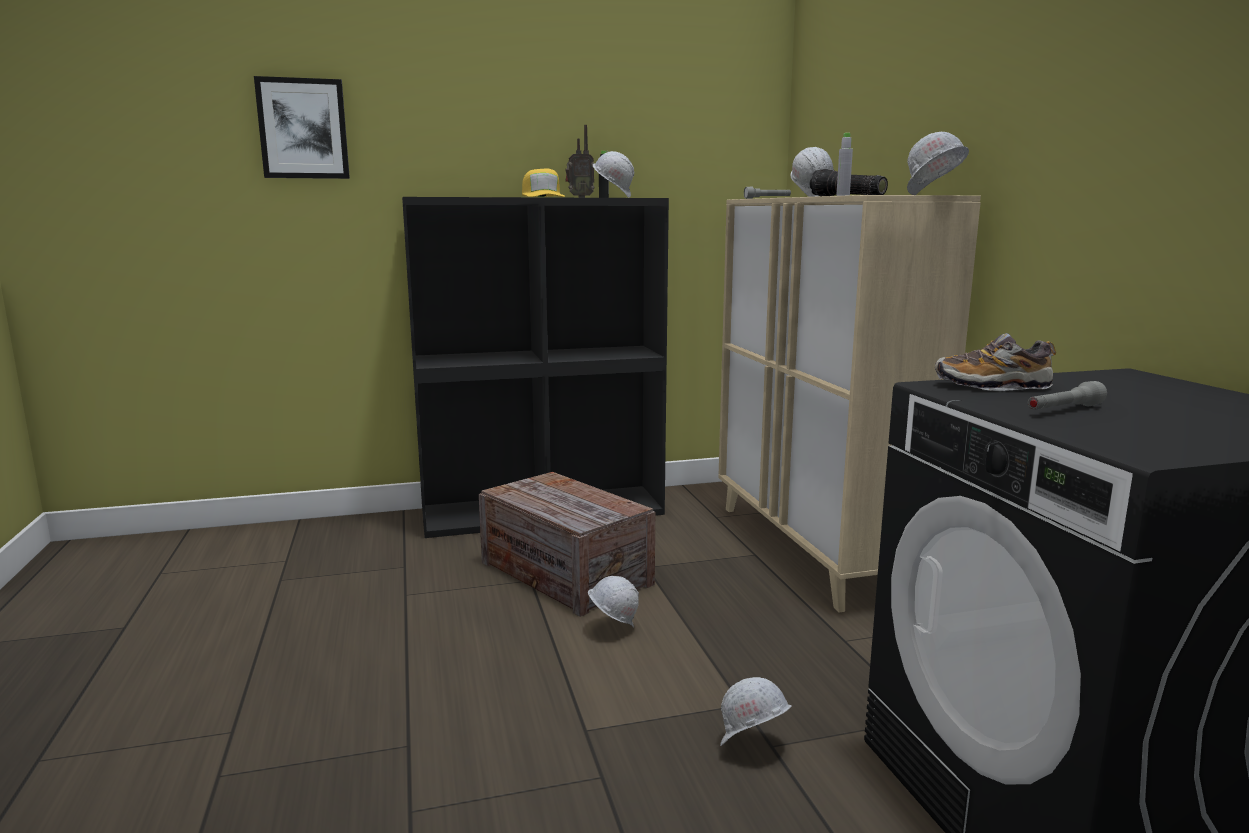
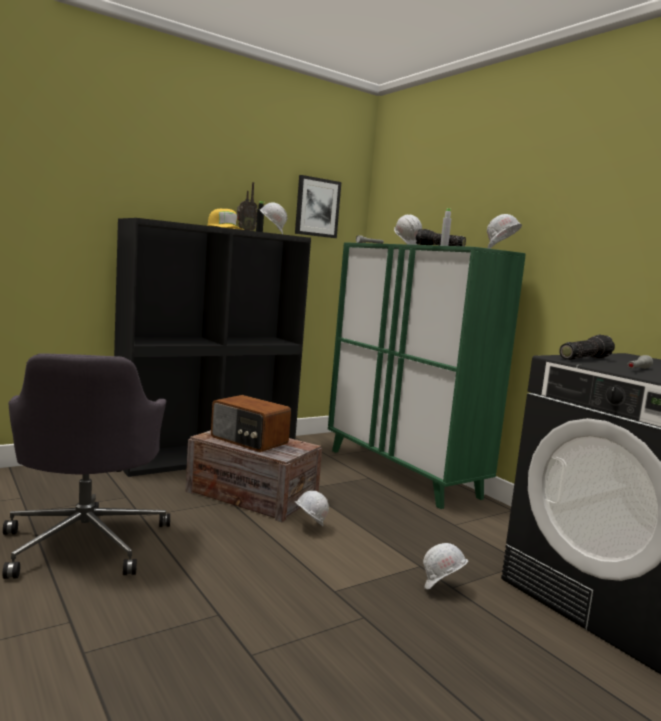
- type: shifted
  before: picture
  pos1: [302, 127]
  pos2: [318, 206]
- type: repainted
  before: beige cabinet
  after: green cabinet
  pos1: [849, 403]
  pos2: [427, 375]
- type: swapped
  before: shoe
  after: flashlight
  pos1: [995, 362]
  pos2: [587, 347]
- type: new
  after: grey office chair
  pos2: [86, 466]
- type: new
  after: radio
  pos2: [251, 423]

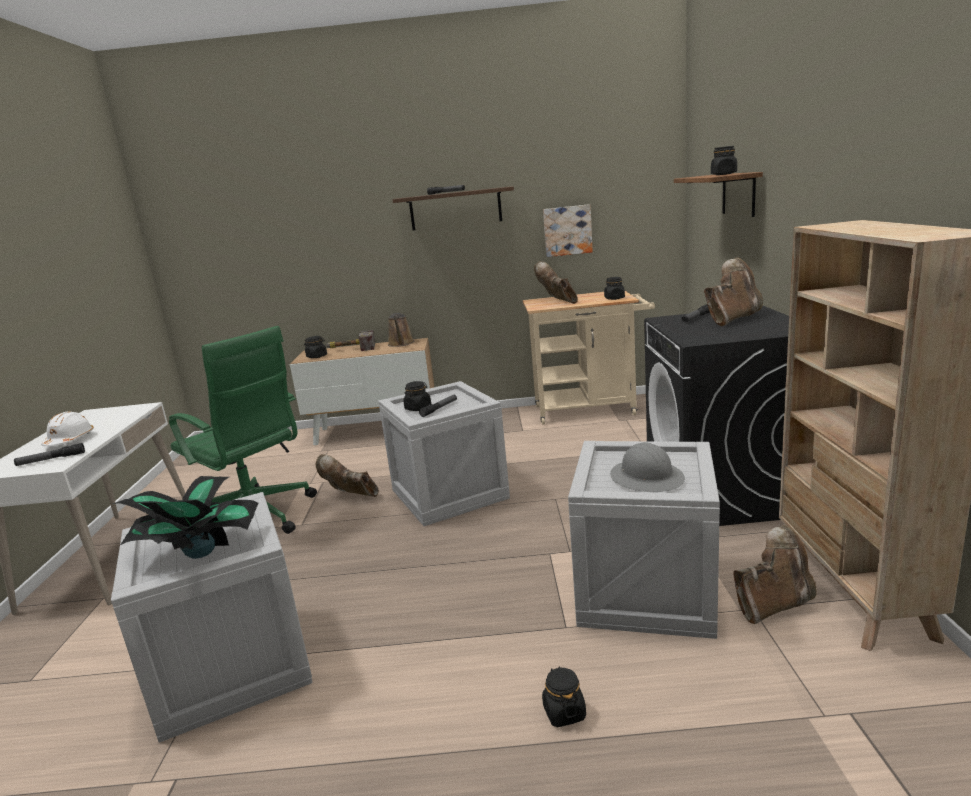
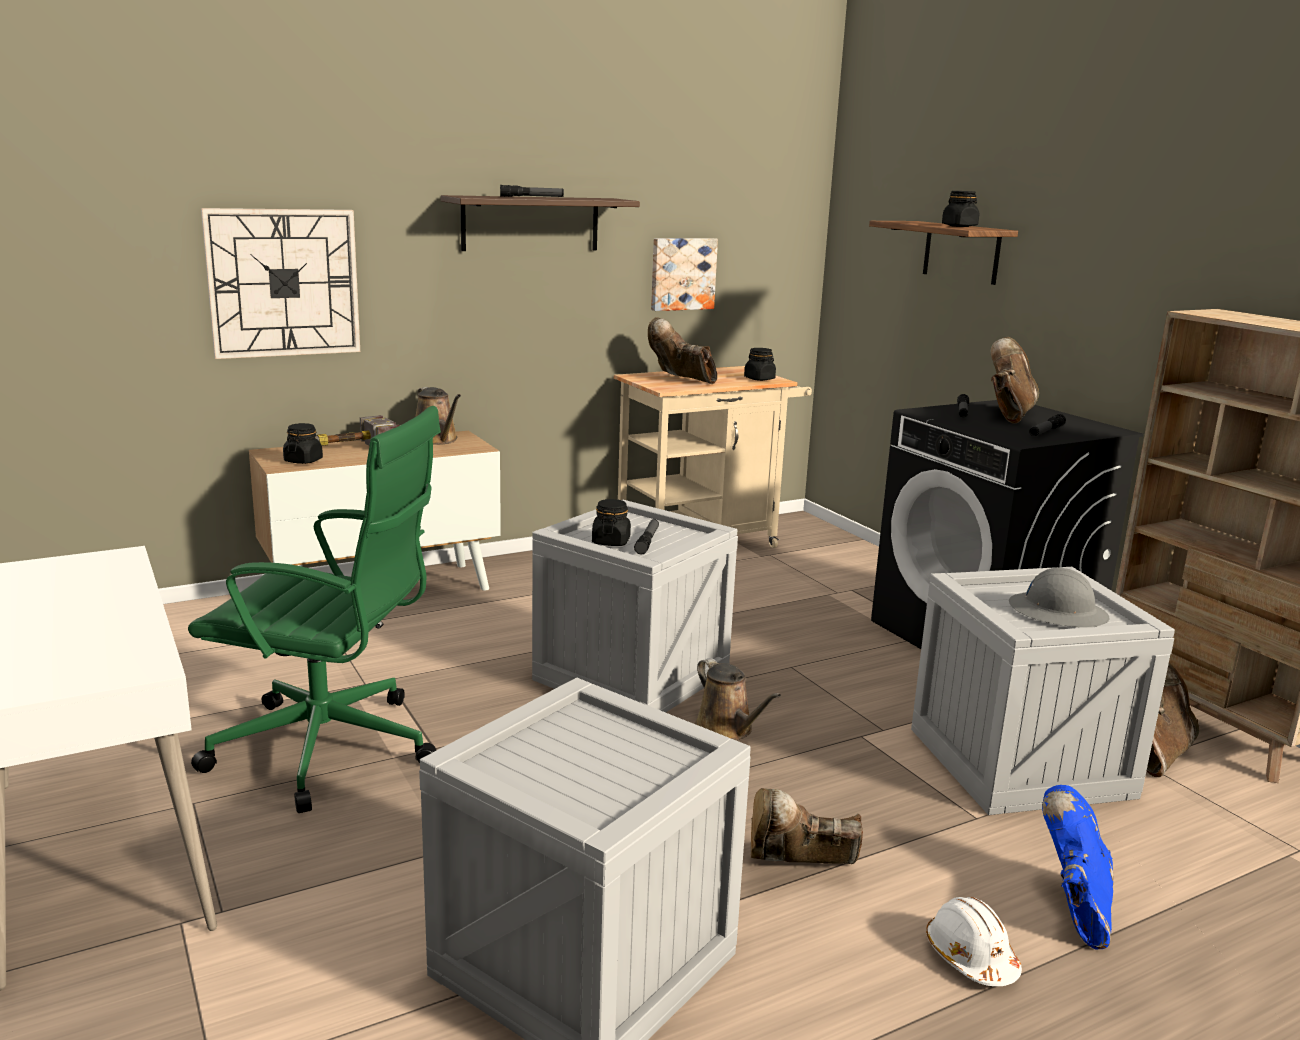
- type: shifted
  before: white hard hat
  pos1: [67, 428]
  pos2: [974, 941]
- type: shifted
  before: flashlight
  pos1: [49, 454]
  pos2: [1047, 425]
- type: shifted
  before: brown boot
  pos1: [347, 475]
  pos2: [806, 826]
- type: gone
  before: potted plant
  pos1: [185, 517]
- type: swapped
  before: black jar
  after: blue boot
  pos1: [564, 696]
  pos2: [1078, 867]
- type: new
  after: wall clock
  pos2: [280, 283]
- type: new
  after: brown watering can
  pos2: [738, 699]

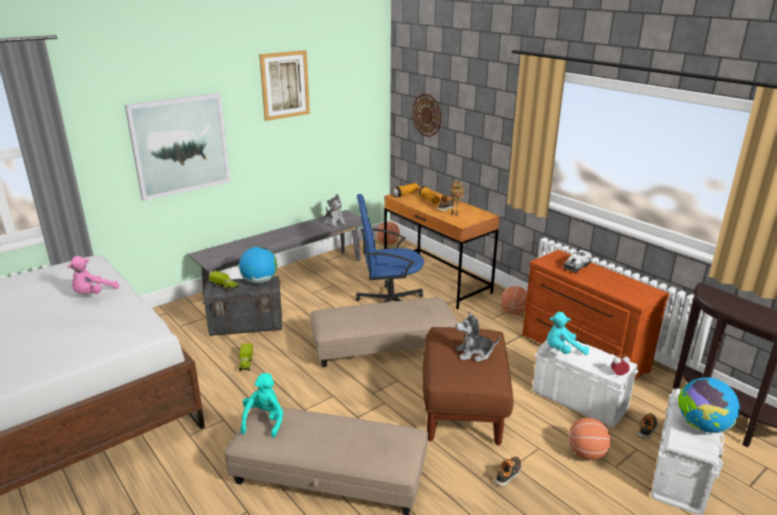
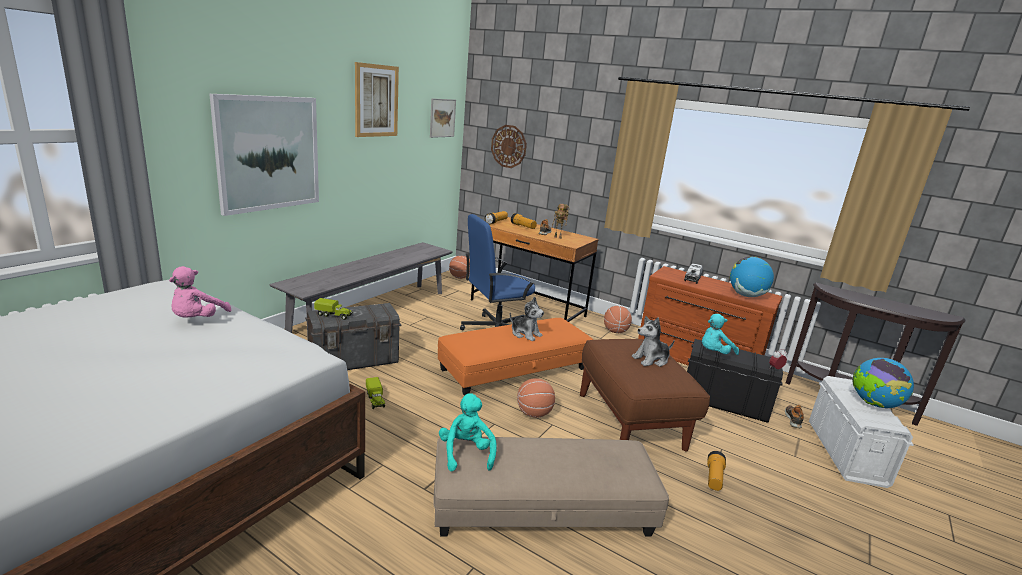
- type: shifted
  before: plush toy
  pos1: [335, 210]
  pos2: [527, 319]
- type: shifted
  before: globe
  pos1: [258, 264]
  pos2: [752, 276]
- type: repainted
  before: beige ottoman
  after: orange ottoman
  pos1: [384, 332]
  pos2: [516, 357]
- type: repainted
  before: white storage box
  after: black storage box
  pos1: [585, 384]
  pos2: [735, 381]
- type: shifted
  before: basketball
  pos1: [589, 439]
  pos2: [536, 398]
- type: swapped
  before: shoe
  after: flashlight
  pos1: [507, 471]
  pos2: [716, 471]
- type: new
  after: picture
  pos2: [443, 118]

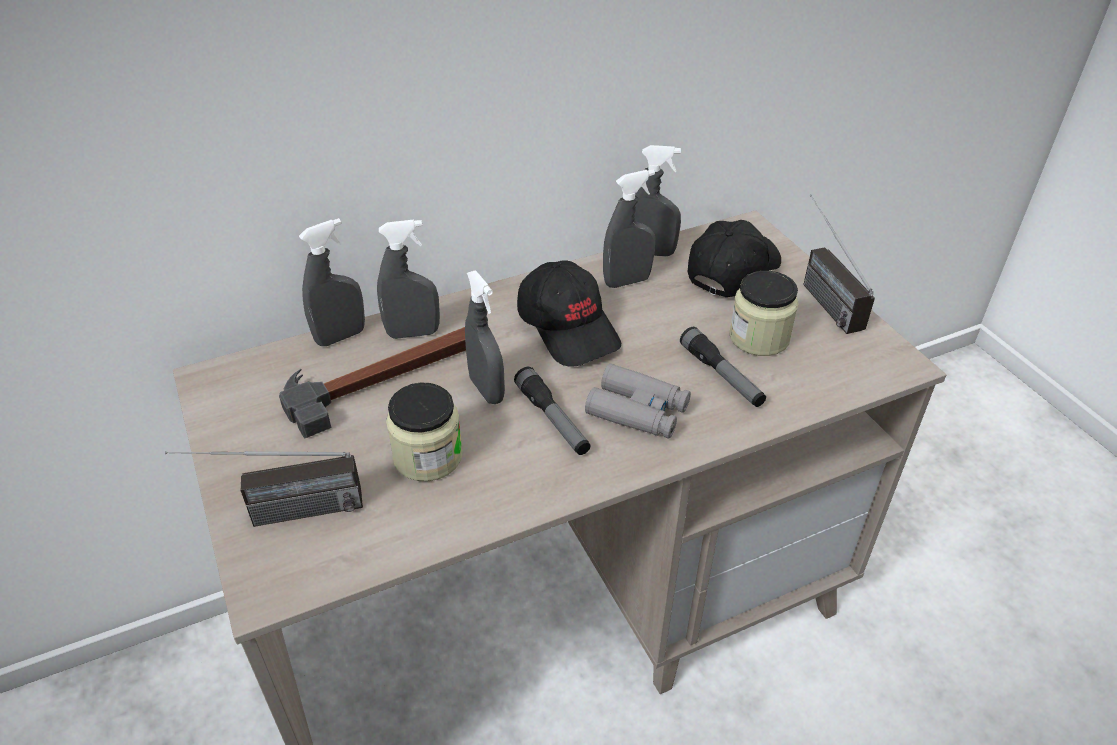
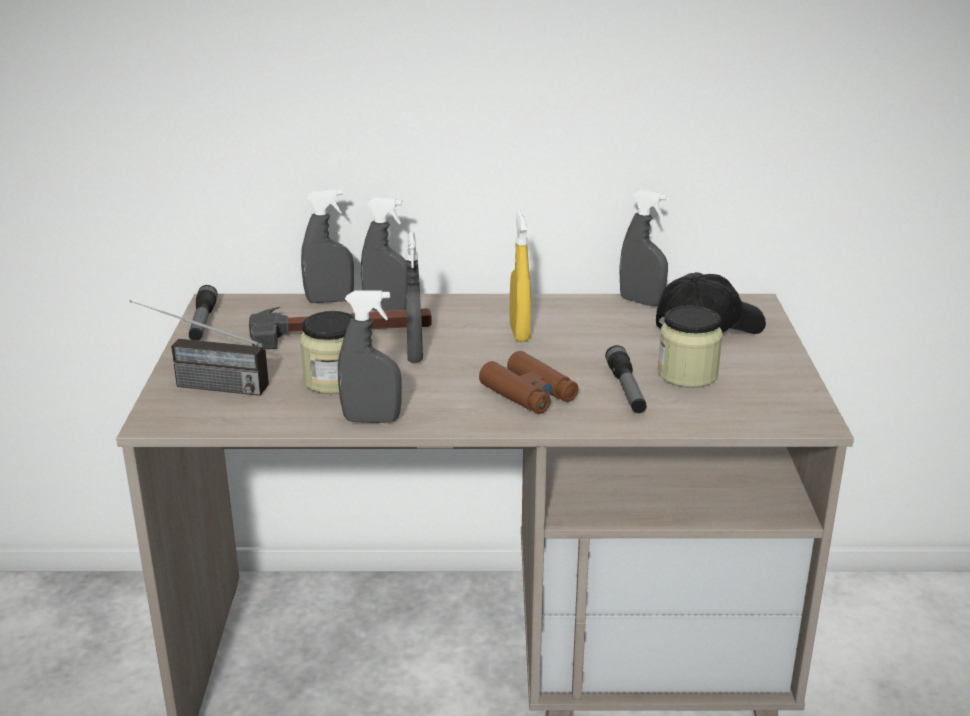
- type: shifted
  before: grey spray bottle
  pos1: [629, 228]
  pos2: [370, 356]
- type: gone
  before: radio
  pos1: [839, 264]
- type: swapped
  before: black cap
  after: yellow spray bottle
  pos1: [569, 313]
  pos2: [520, 276]
- type: repainted
  before: grey binoculars
  after: brown binoculars
  pos1: [638, 401]
  pos2: [528, 382]
- type: shifted
  before: flashlight
  pos1: [552, 411]
  pos2: [203, 313]

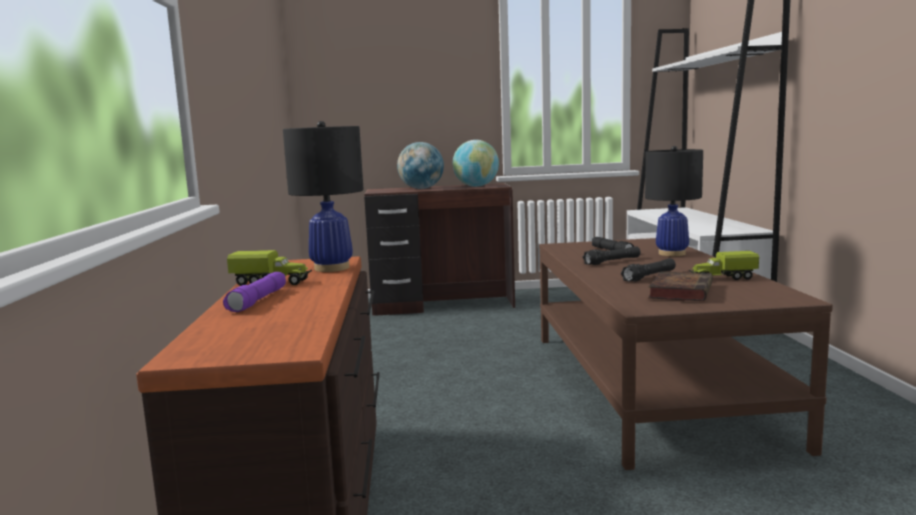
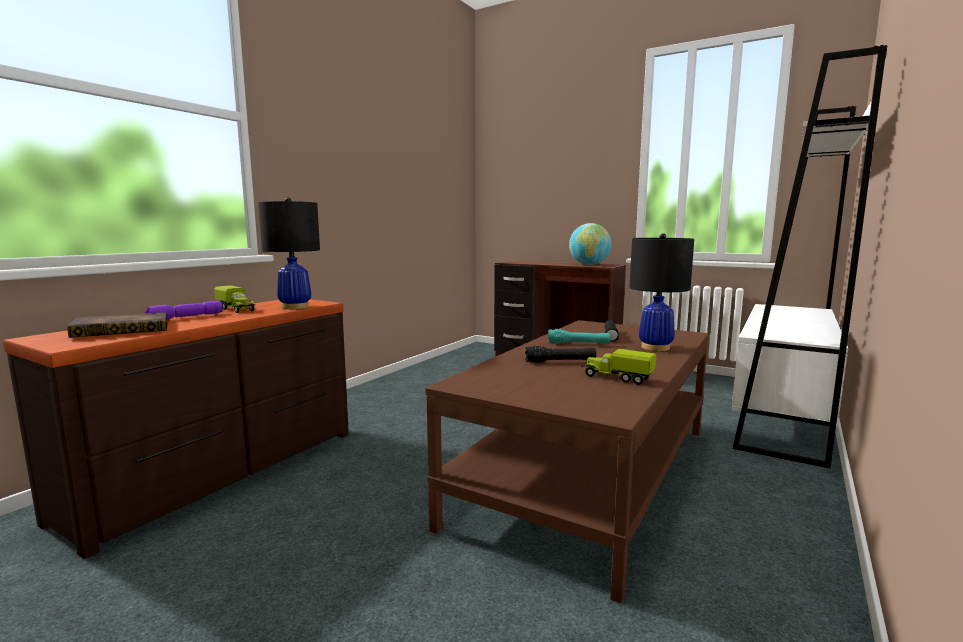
- type: gone
  before: globe
  pos1: [420, 165]
- type: repainted
  before: black flashlight
  after: turquoise flashlight
  pos1: [611, 255]
  pos2: [579, 336]
- type: shifted
  before: book
  pos1: [680, 286]
  pos2: [117, 325]

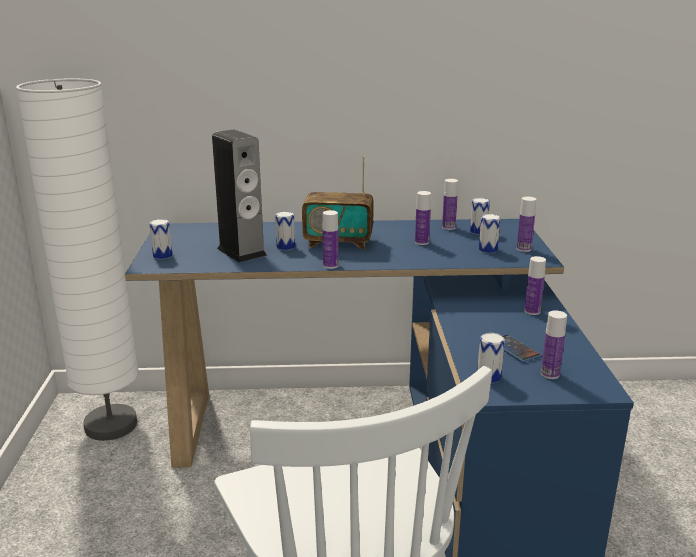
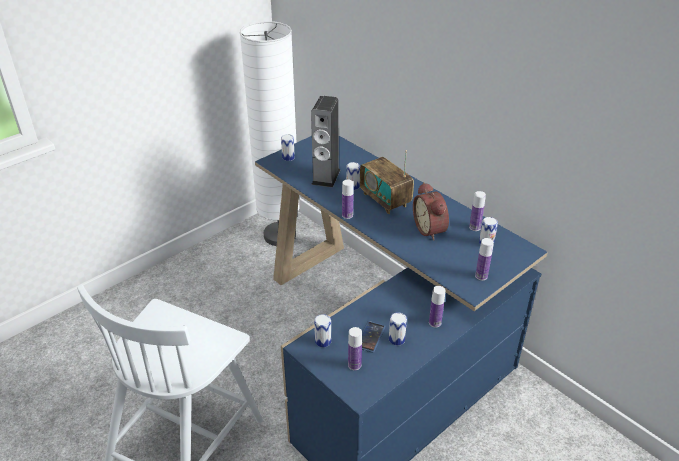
- type: swapped
  before: bottle
  after: alarm clock
  pos1: [423, 218]
  pos2: [431, 211]
- type: shifted
  before: can
  pos1: [489, 233]
  pos2: [398, 329]

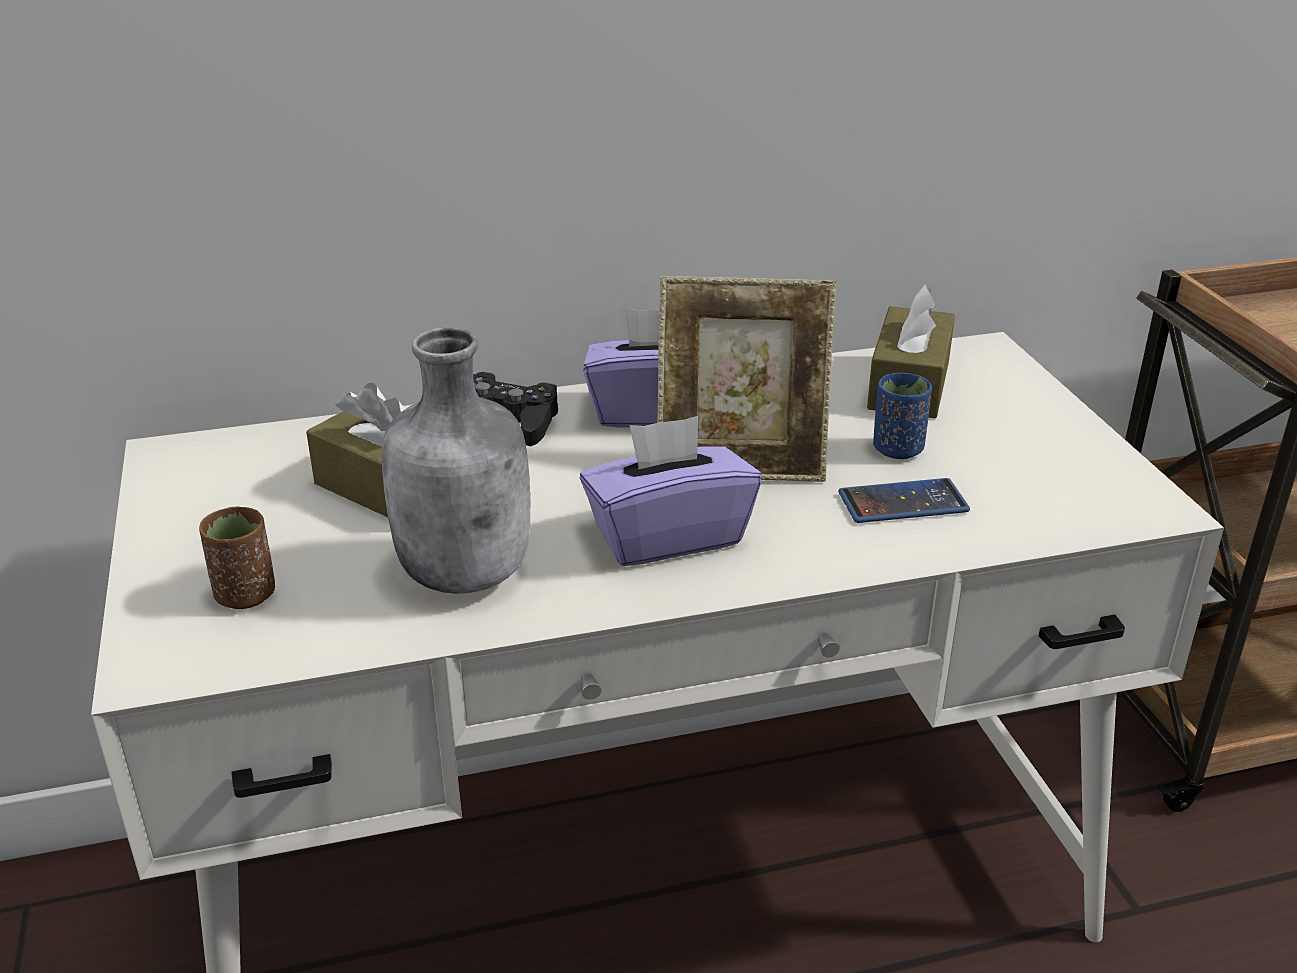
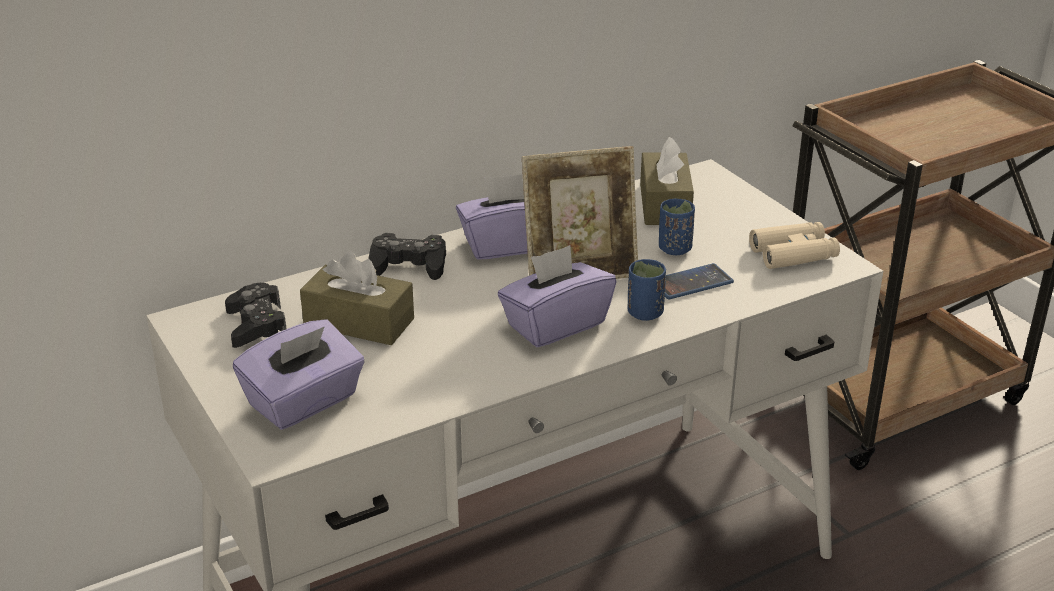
- type: gone
  before: grey bottle
  pos1: [456, 460]
- type: swapped
  before: brown cup
  after: purple tissue box
  pos1: [237, 557]
  pos2: [299, 374]
- type: new
  after: beige binoculars
  pos2: [794, 245]
- type: new
  after: blue cup
  pos2: [647, 290]
- type: new
  after: black game controller
  pos2: [256, 315]

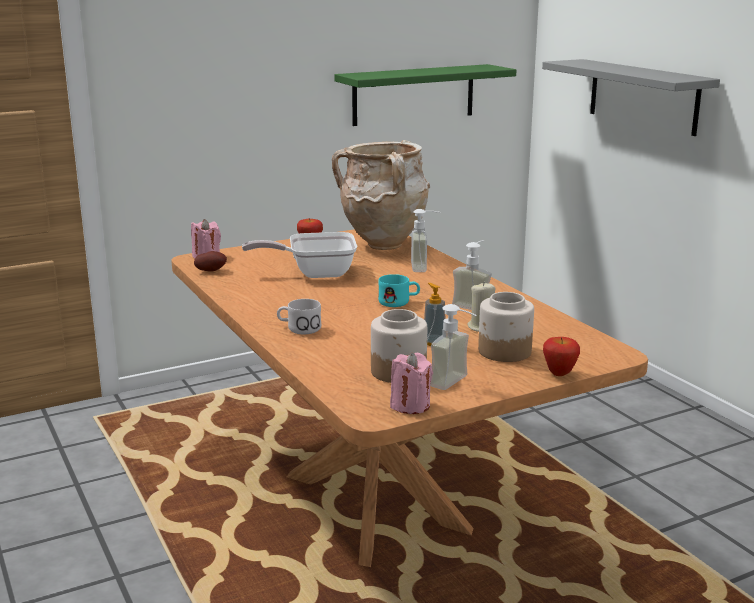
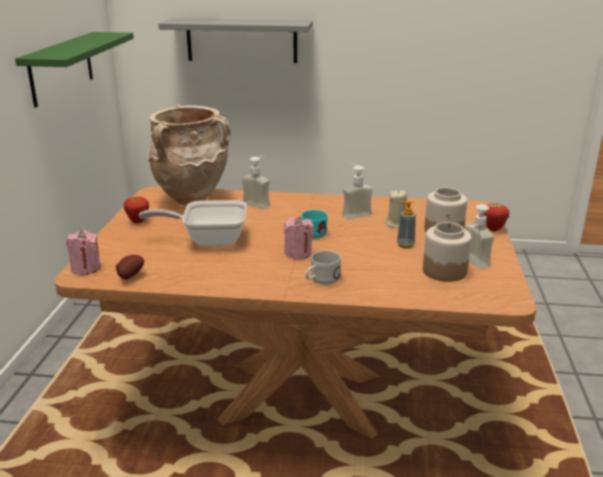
- type: rotated
  before: frying pan
  pos1: [299, 255]
  pos2: [193, 223]
  turn: 60
- type: shifted
  before: pink candle
  pos1: [411, 383]
  pos2: [299, 237]

